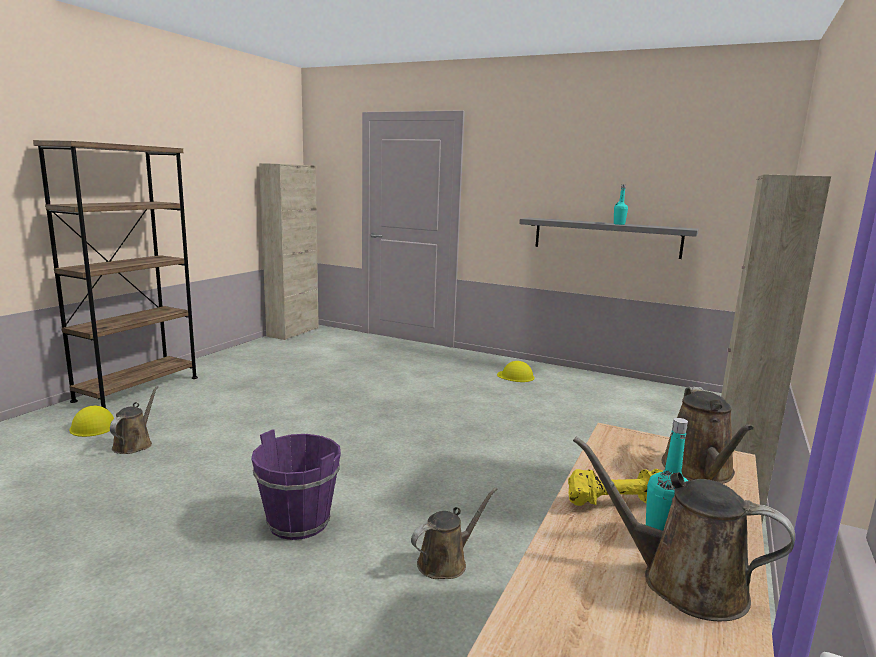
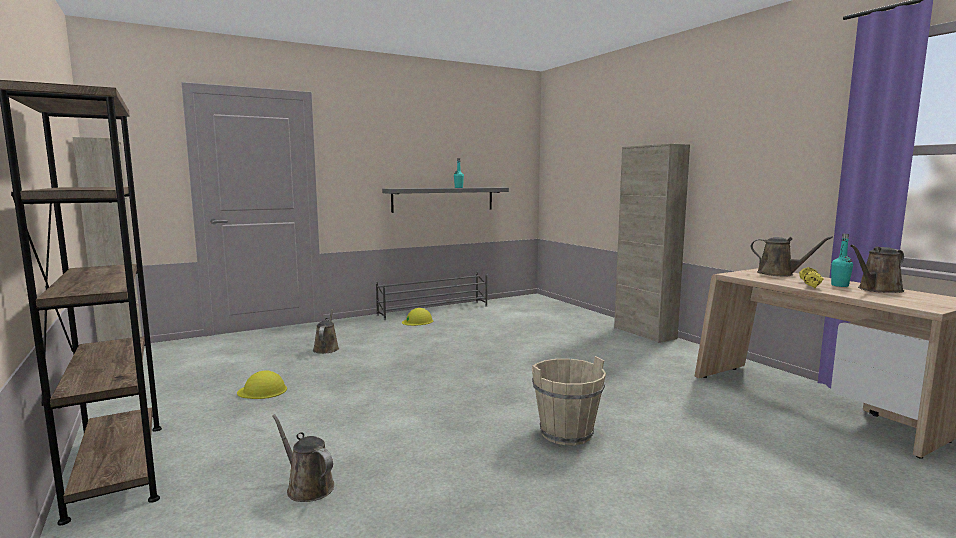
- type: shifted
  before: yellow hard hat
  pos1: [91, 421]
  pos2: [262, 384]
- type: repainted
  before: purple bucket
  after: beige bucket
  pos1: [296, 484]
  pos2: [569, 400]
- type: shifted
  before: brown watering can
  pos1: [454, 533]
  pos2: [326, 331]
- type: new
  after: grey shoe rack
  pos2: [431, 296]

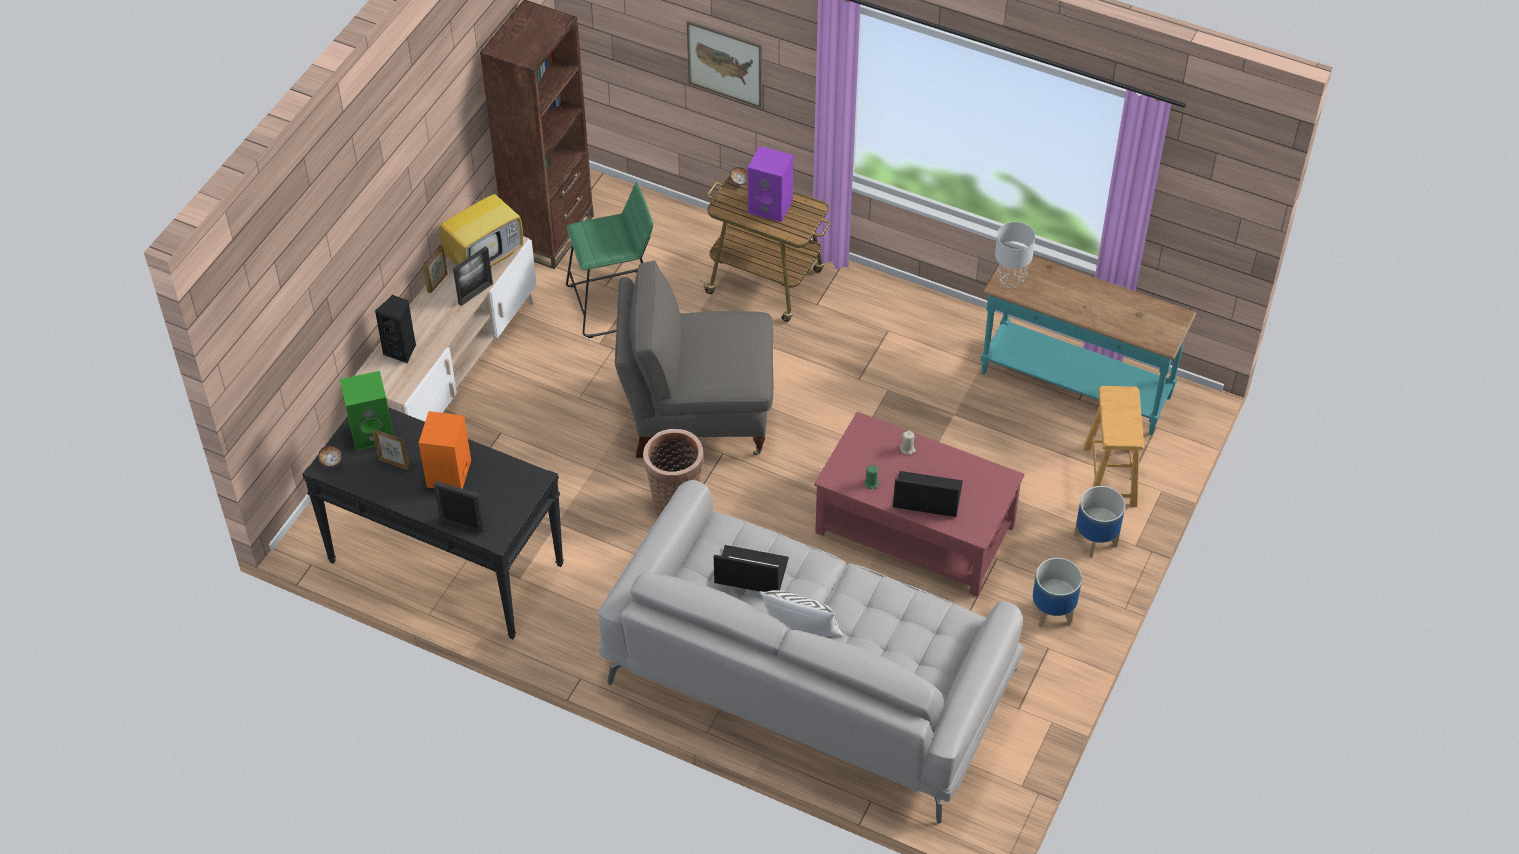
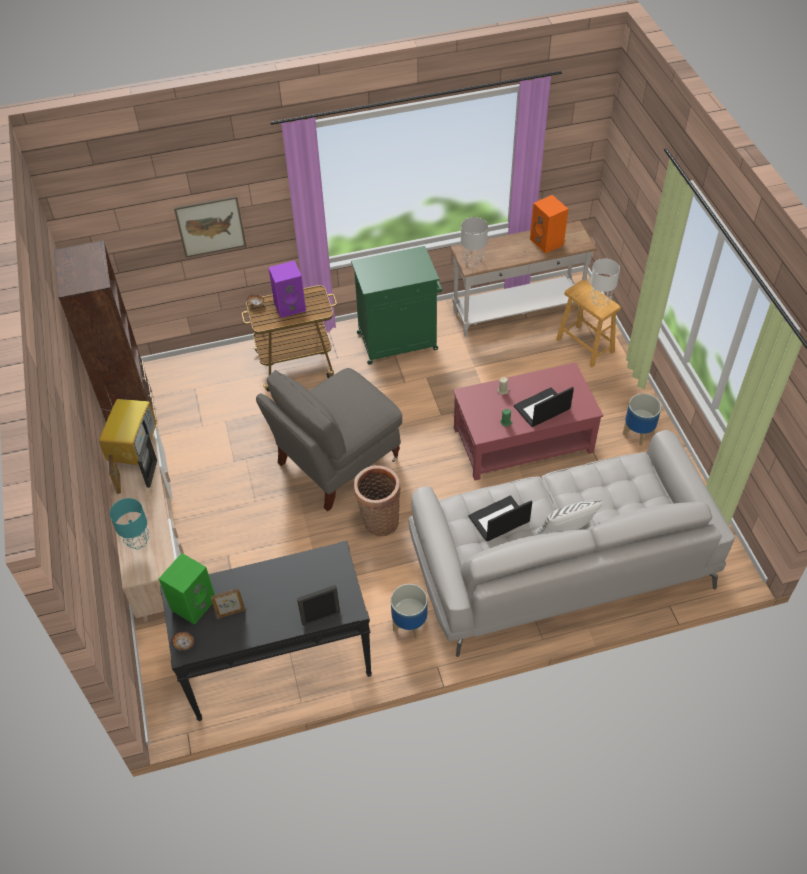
- type: gone
  before: green stool
  pos1: [609, 260]
- type: repainted
  before: turquoise console table
  after: white console table
  pos1: [1089, 345]
  pos2: [523, 279]
- type: swapped
  before: black speaker
  after: turquoise table lamp
  pos1: [395, 329]
  pos2: [129, 523]
- type: shifted
  before: orange speaker
  pos1: [445, 450]
  pos2: [549, 224]
- type: shifted
  before: planter
  pos1: [1099, 522]
  pos2: [409, 611]
- type: new
  after: green cabinet
  pos2: [396, 305]
- type: new
  after: white table lamp
  pos2: [605, 283]

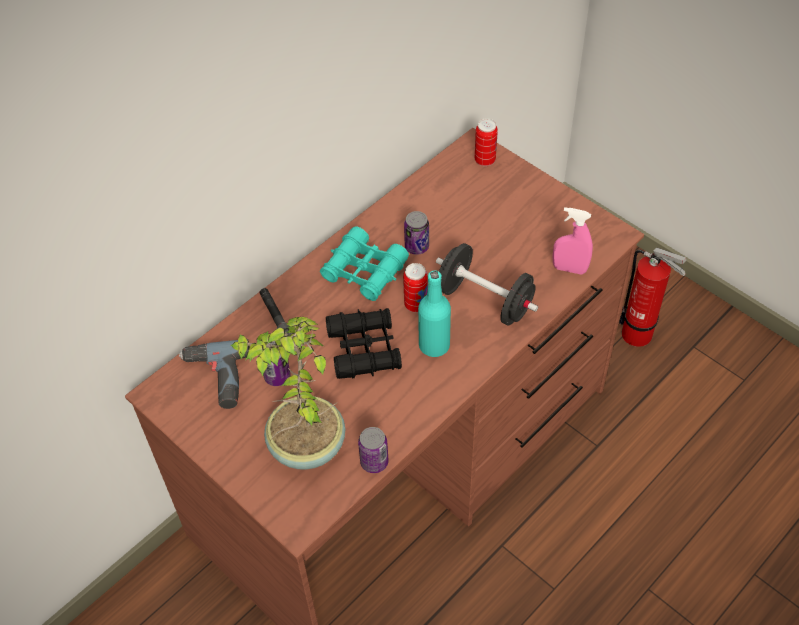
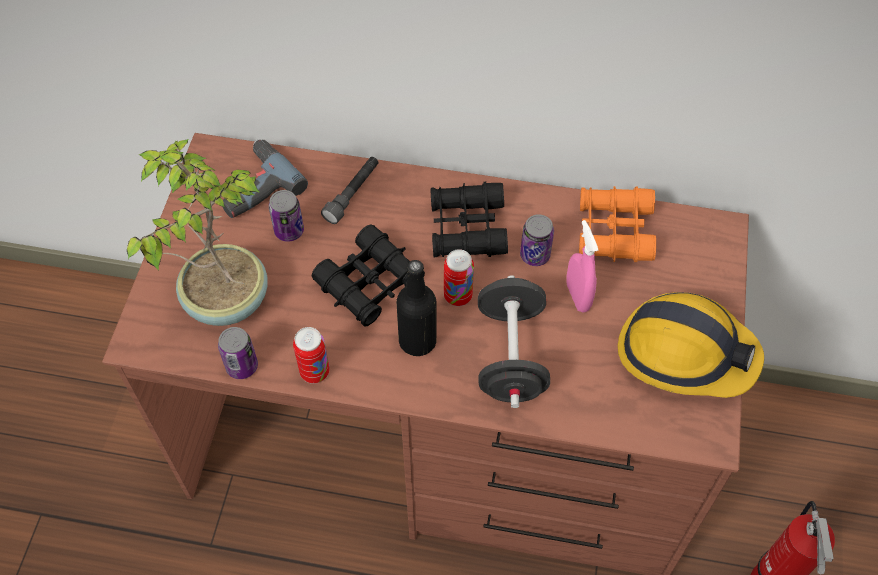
- type: shifted
  before: can
  pos1: [486, 142]
  pos2: [311, 355]
- type: shifted
  before: pink spray bottle
  pos1: [573, 241]
  pos2: [582, 266]
- type: repainted
  before: turquoise binoculars
  after: black binoculars
  pos1: [364, 263]
  pos2: [469, 219]
- type: repainted
  before: turquoise bottle
  after: black bottle
  pos1: [434, 314]
  pos2: [416, 308]
- type: new
  after: orange binoculars
  pos2: [617, 224]
- type: new
  after: hard hat
  pos2: [691, 345]

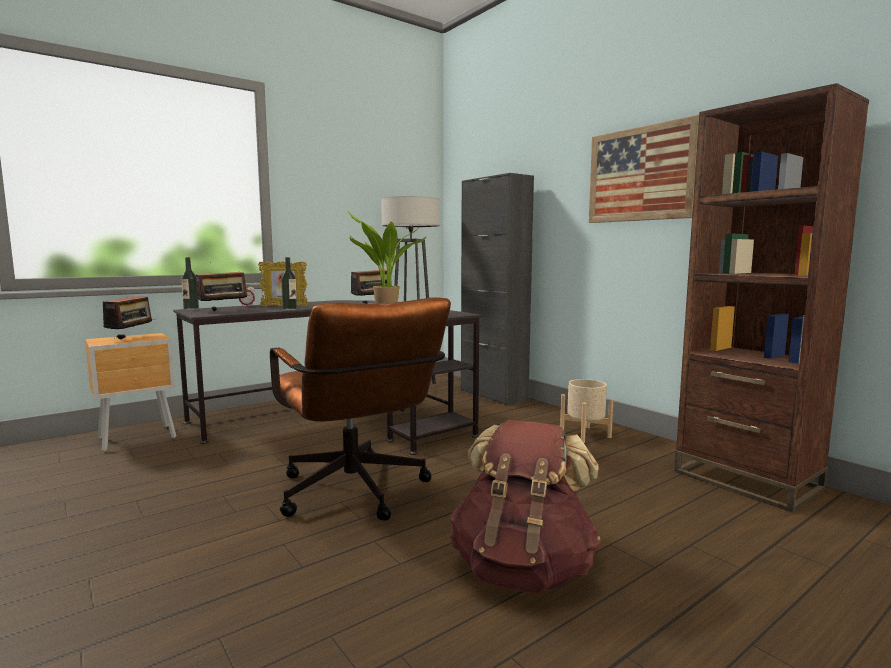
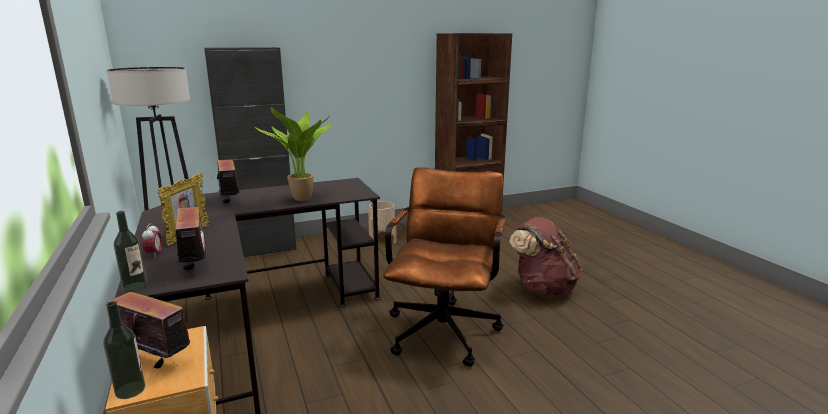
- type: gone
  before: picture
  pos1: [644, 169]
- type: shifted
  before: bottle
  pos1: [289, 283]
  pos2: [124, 350]
- type: rotated
  before: brown office chair
  pos1: [360, 409]
  pos2: [444, 267]
  turn: -60

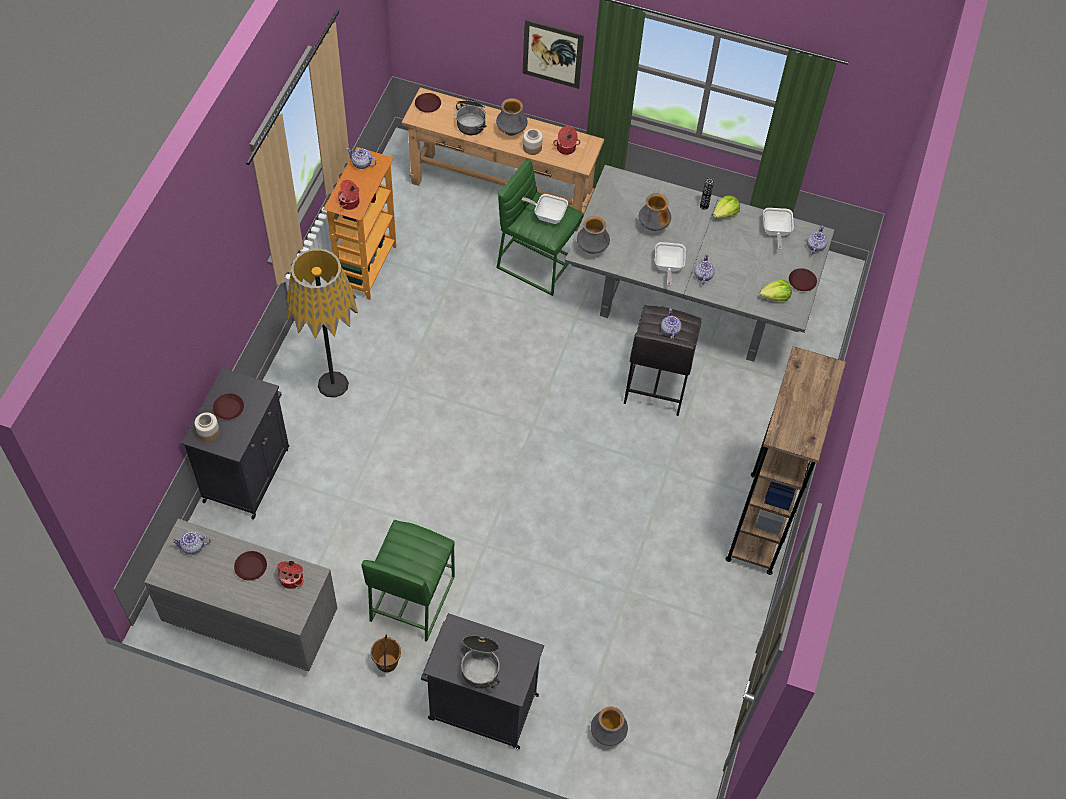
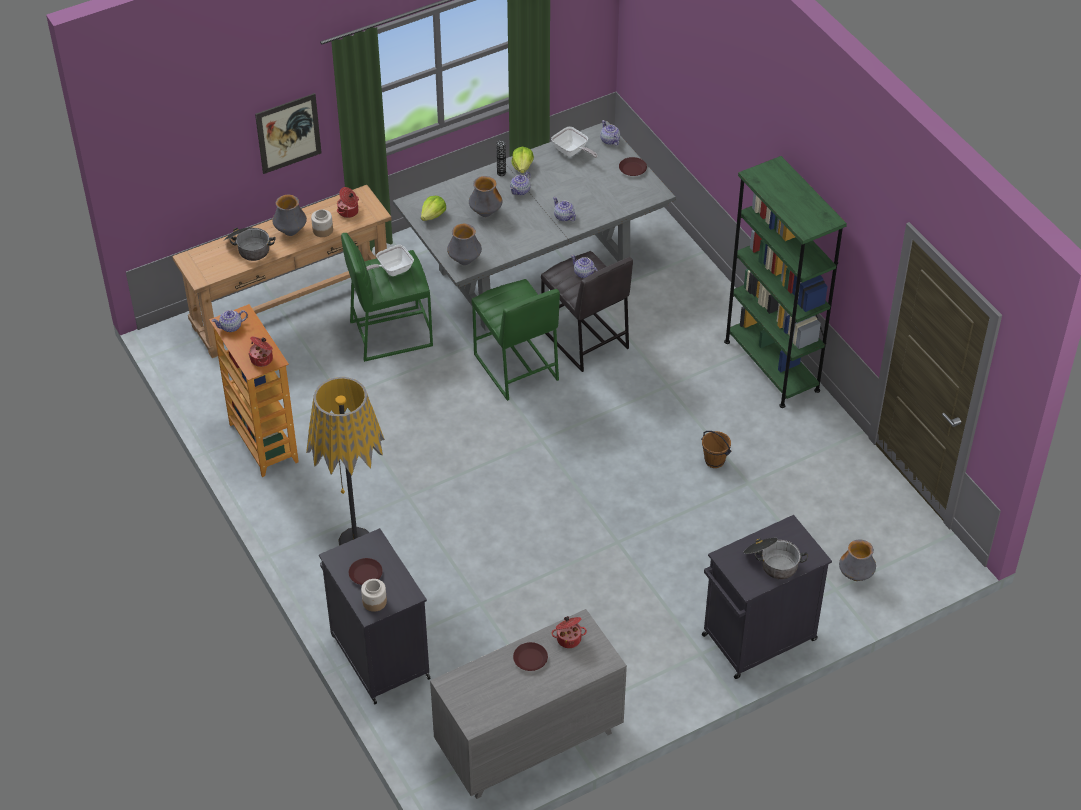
- type: gone
  before: brown plate
  pos1: [428, 103]
- type: gone
  before: frying pan
  pos1: [670, 264]
- type: shifted
  before: lettuce
  pos1: [776, 290]
  pos2: [433, 208]
- type: repainted
  before: brown bookcase
  after: green bookcase
  pos1: [786, 460]
  pos2: [785, 282]
- type: shifted
  before: green stool
  pos1: [408, 581]
  pos2: [515, 340]
- type: shifted
  before: teapot
  pos1: [191, 543]
  pos2: [520, 183]
- type: shifted
  before: brown bucket
  pos1: [386, 653]
  pos2: [716, 449]

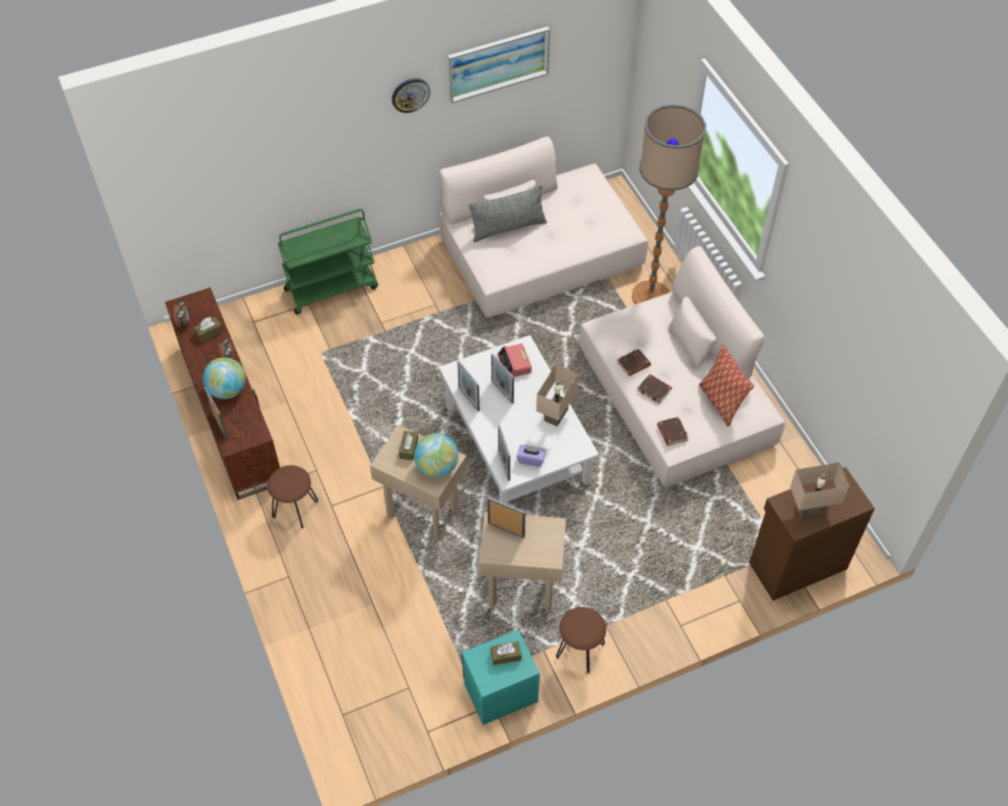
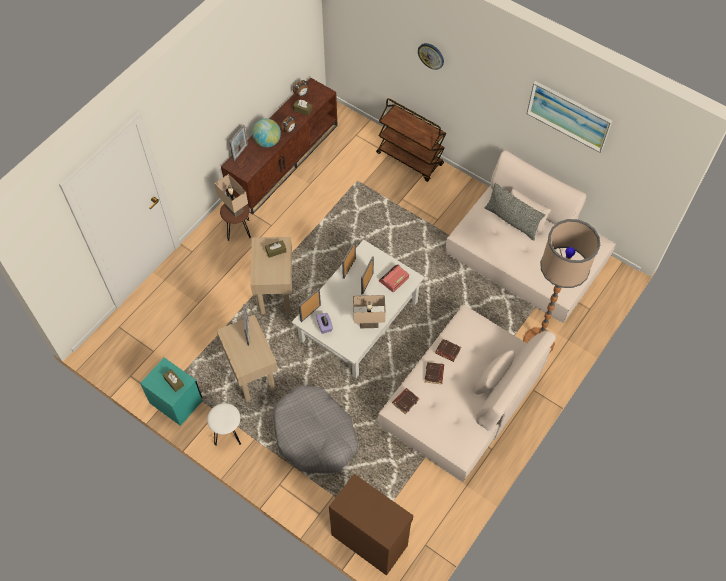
- type: shifted
  before: wall clock
  pos1: [411, 95]
  pos2: [431, 56]
- type: repainted
  before: green cart
  after: brown cart
  pos1: [328, 261]
  pos2: [411, 140]
- type: gone
  before: pillow
  pos1: [726, 385]
- type: gone
  before: globe
  pos1: [436, 455]
- type: shifted
  before: beige table lamp
  pos1: [819, 490]
  pos2: [231, 195]
- type: repainted
  before: brown stool
  after: white stool
  pos1: [581, 640]
  pos2: [224, 424]
- type: new
  after: grey dog bed
  pos2: [315, 430]

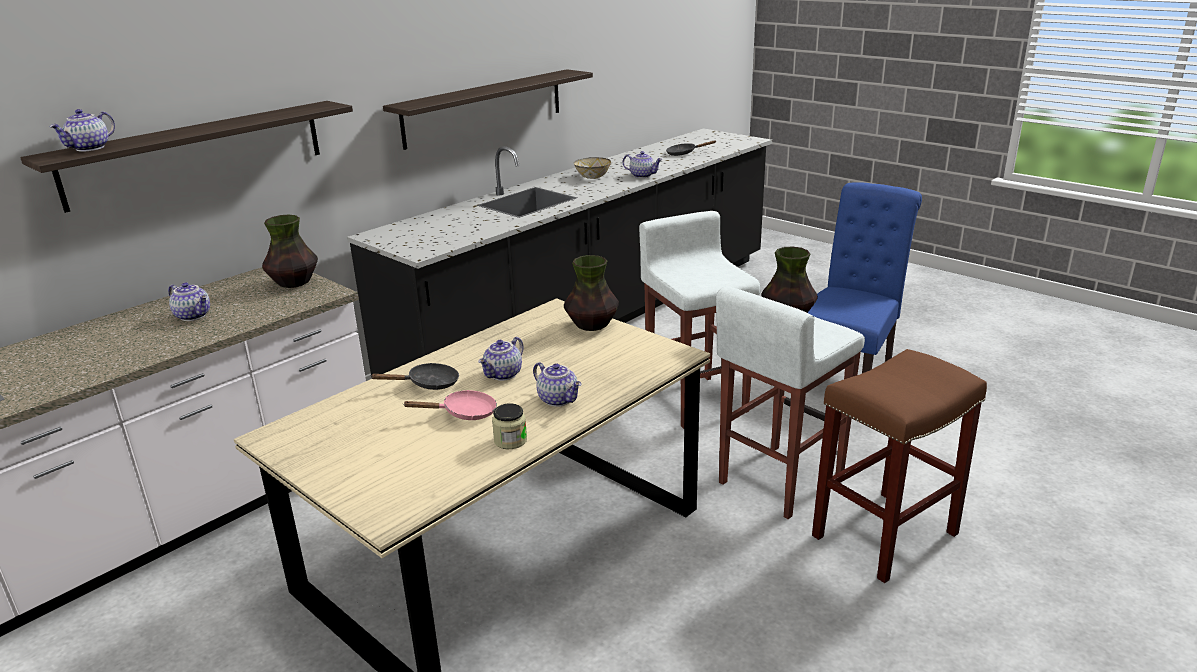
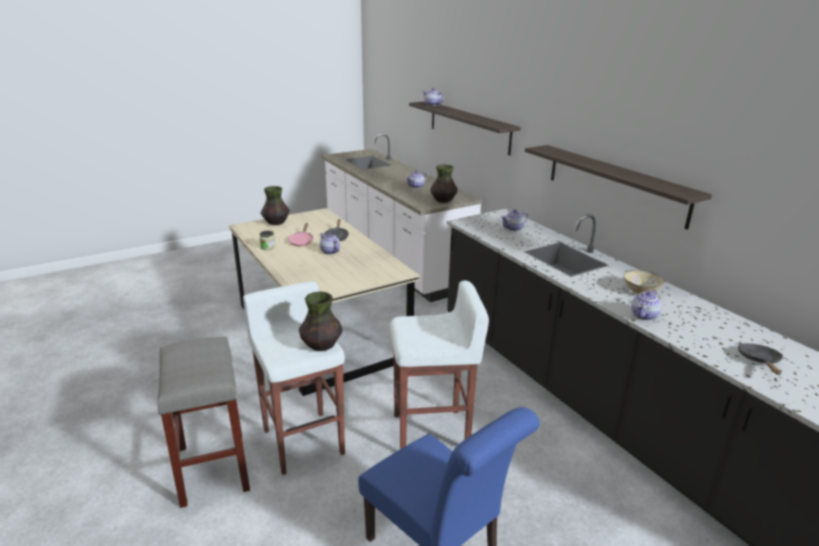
- type: shifted
  before: vase
  pos1: [591, 293]
  pos2: [275, 205]
- type: repainted
  before: brown stool
  after: grey stool
  pos1: [899, 466]
  pos2: [203, 422]
- type: shifted
  before: teapot
  pos1: [557, 384]
  pos2: [514, 220]

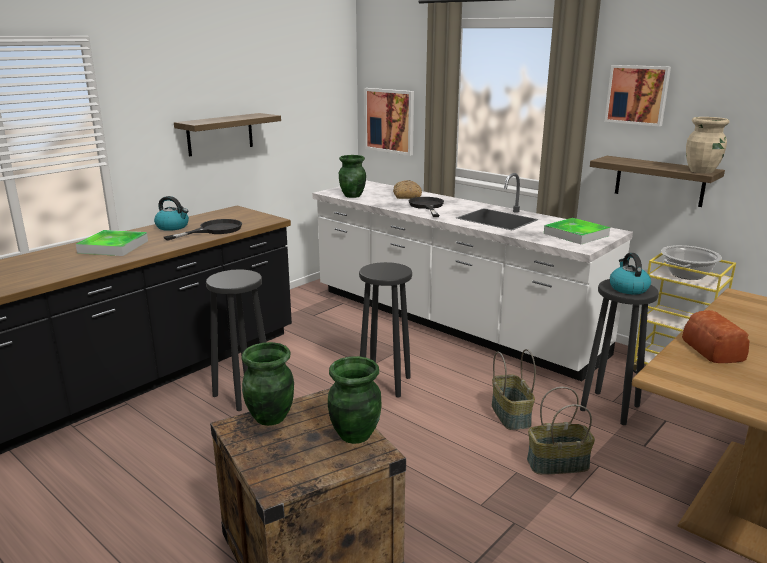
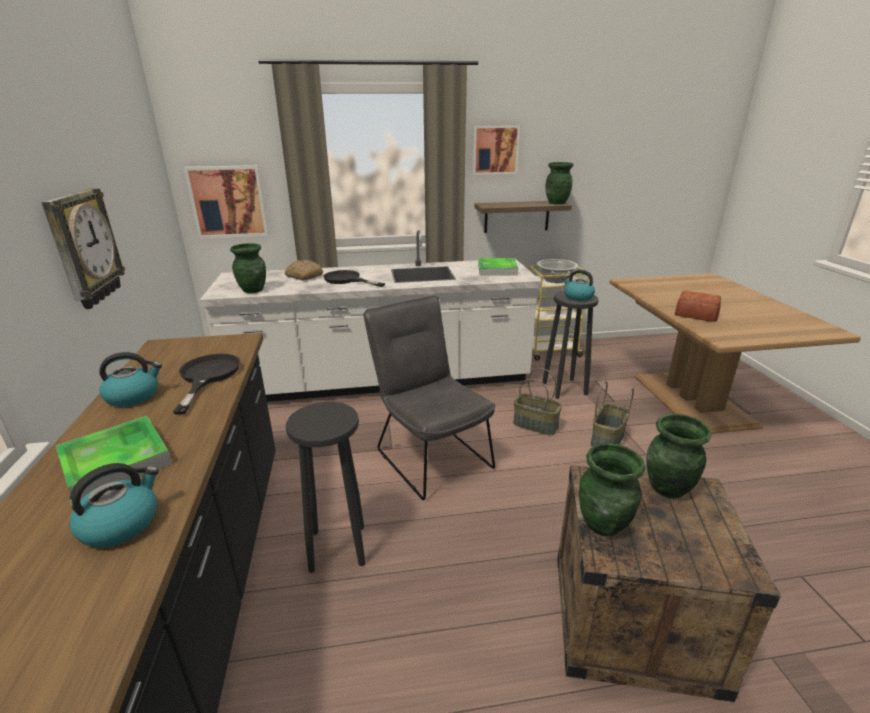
- type: swapped
  before: shelf
  after: wall clock
  pos1: [227, 134]
  pos2: [83, 248]
- type: repainted
  before: beige vase
  after: green vase
  pos1: [707, 145]
  pos2: [559, 183]
- type: swapped
  before: black stool
  after: grey chair
  pos1: [385, 329]
  pos2: [429, 398]
- type: new
  after: kettle
  pos2: [114, 505]

